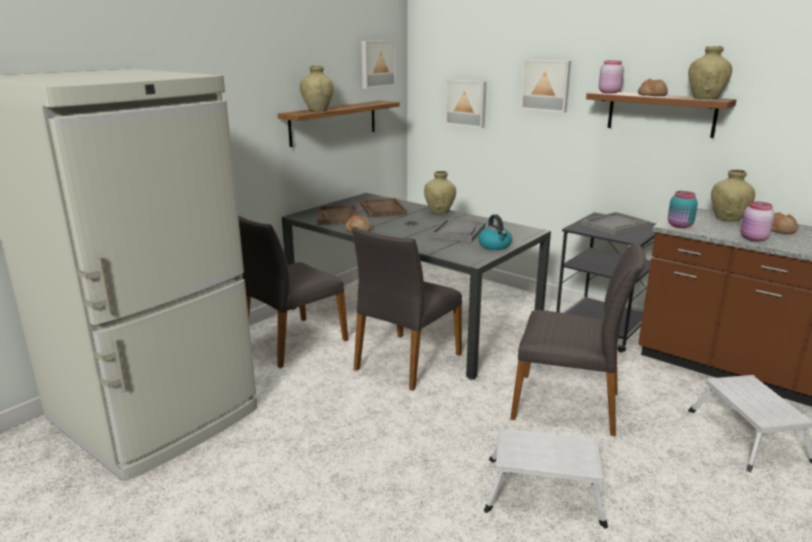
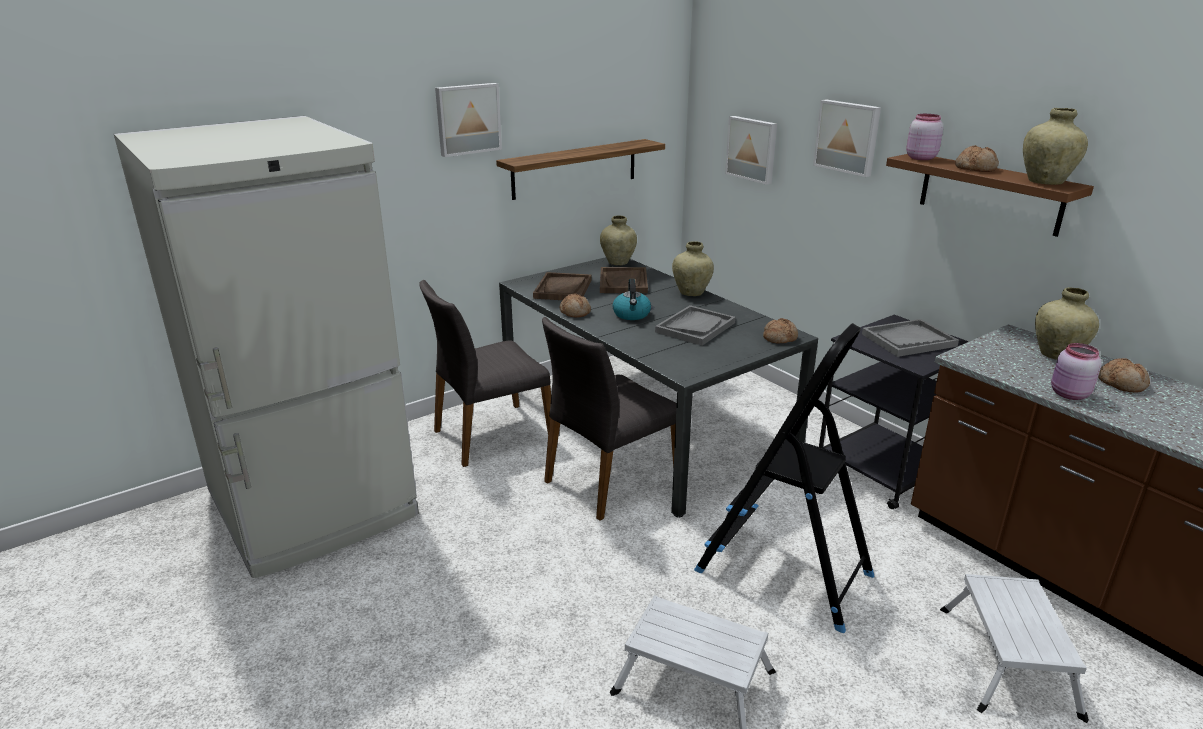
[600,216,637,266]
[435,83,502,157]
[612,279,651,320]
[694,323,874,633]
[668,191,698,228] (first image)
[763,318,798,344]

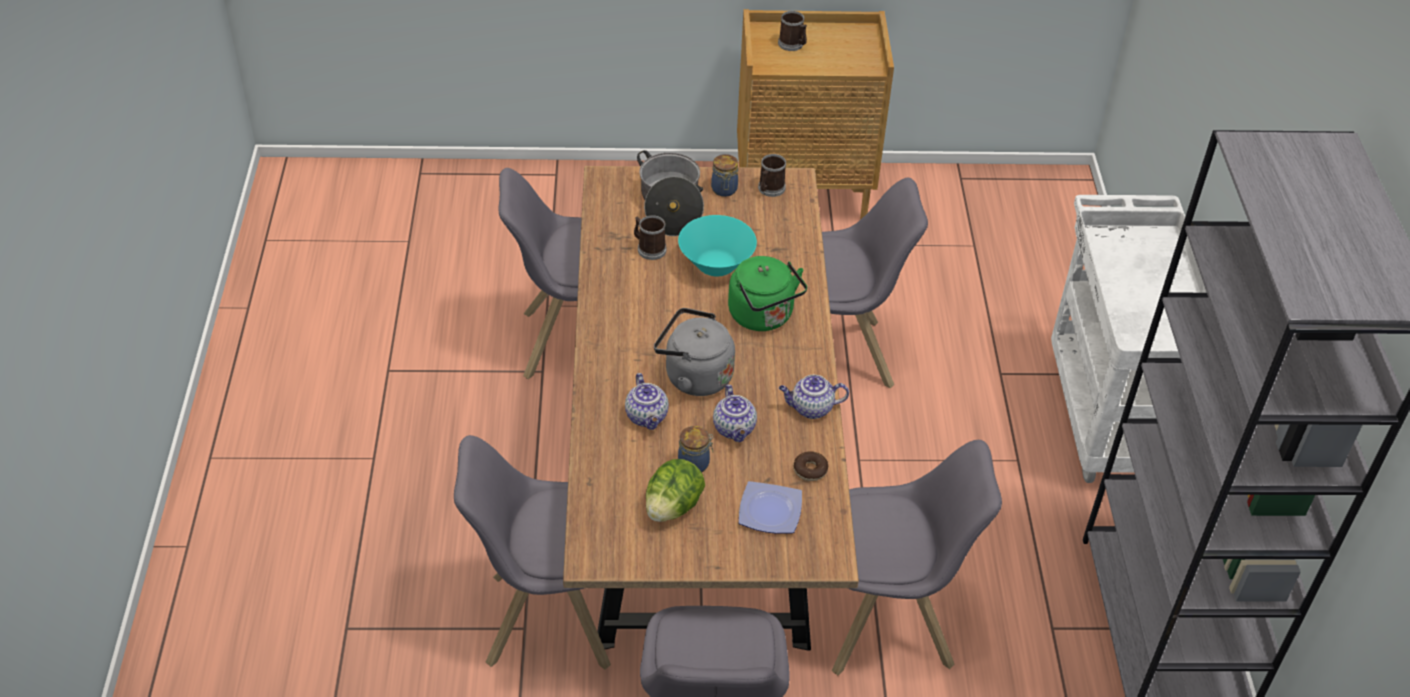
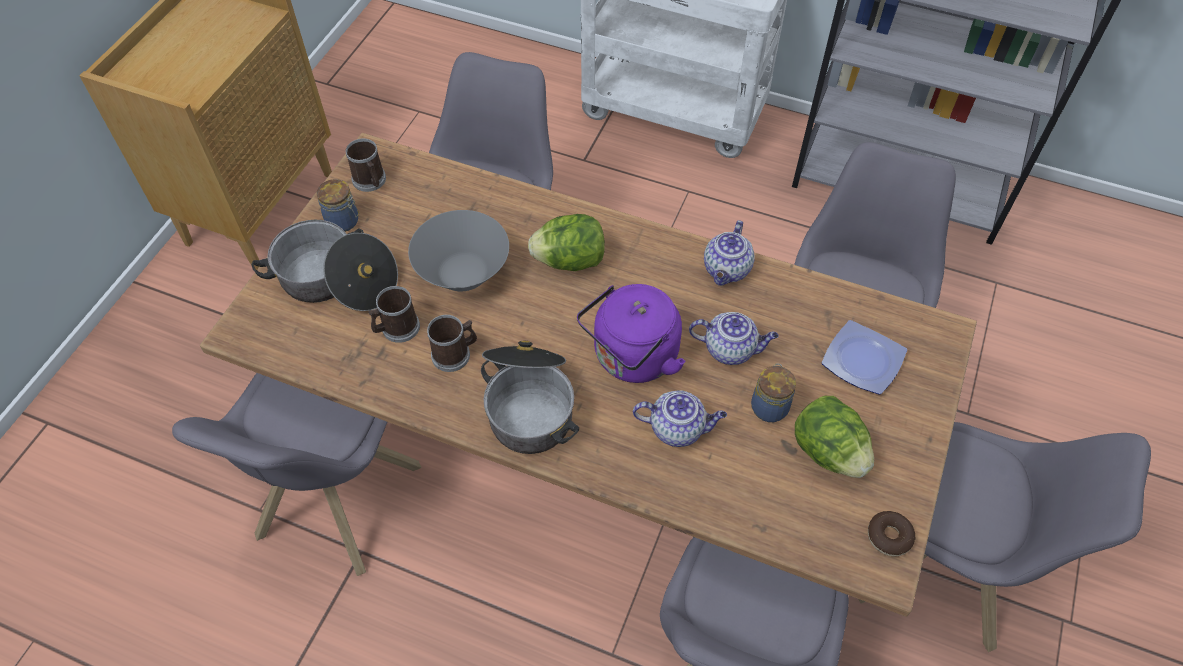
[577,284,685,383]
[408,210,509,291]
[528,214,605,271]
[427,315,477,372]
[868,511,915,556]
[481,341,579,454]

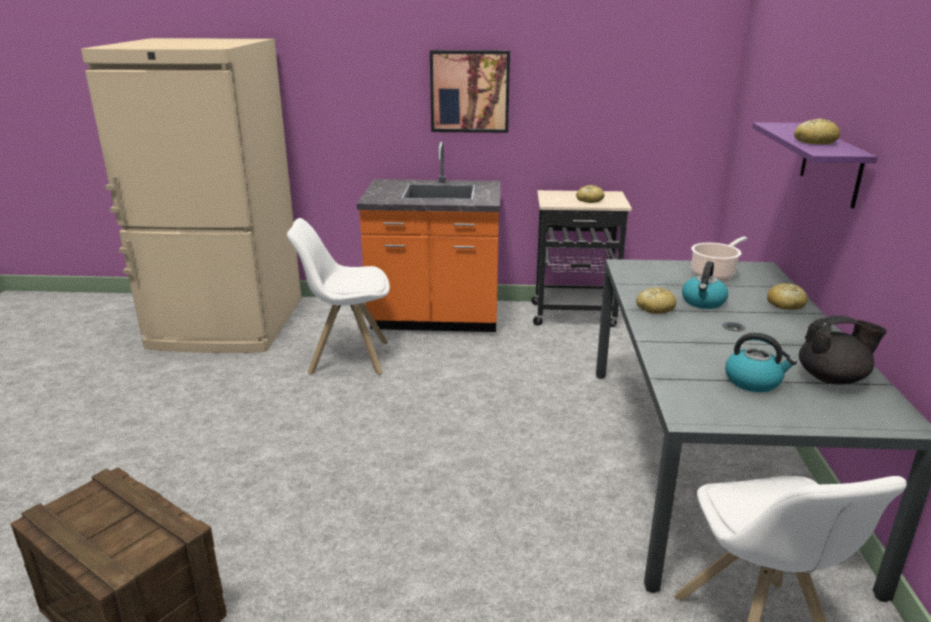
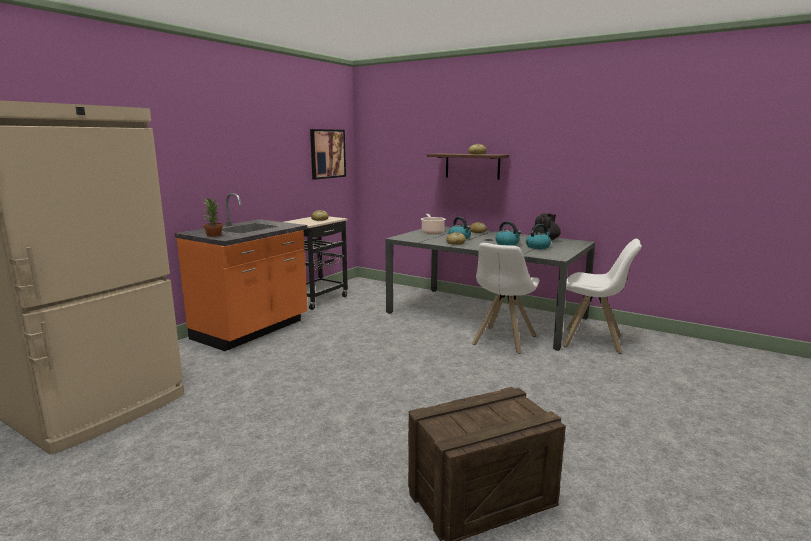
[472,243,540,354]
[310,129,346,180]
[427,153,509,180]
[203,198,223,237]
[495,221,521,246]

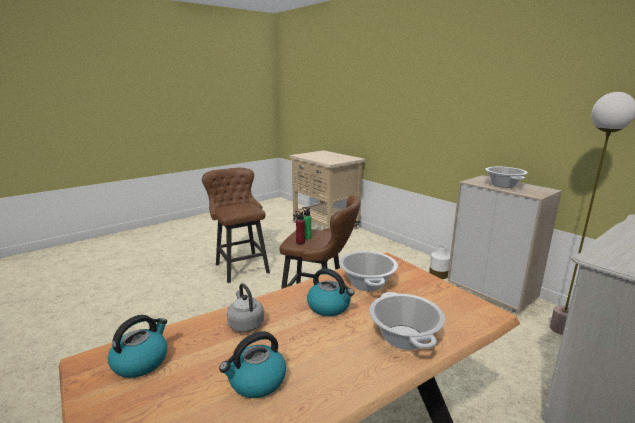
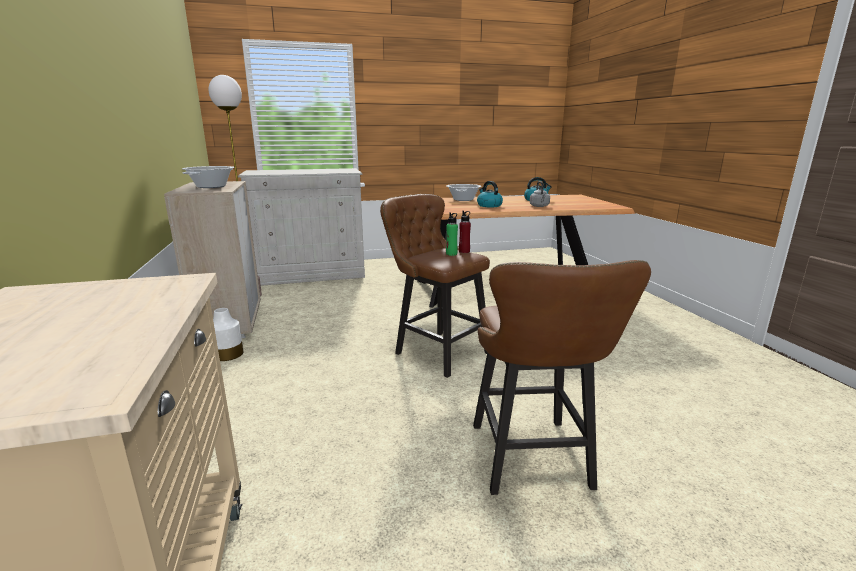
[108,315,167,378] (first image)
[339,251,398,291] (first image)

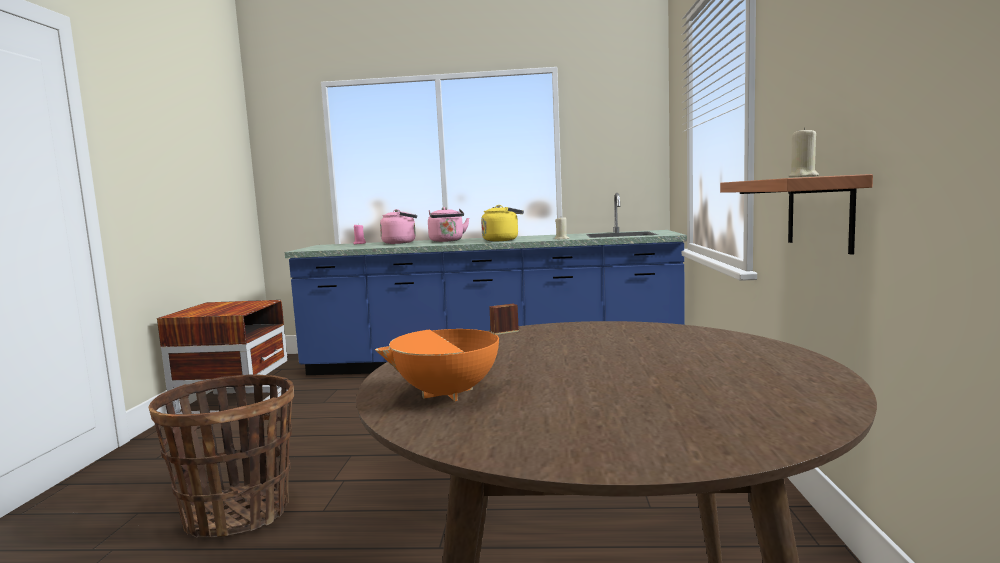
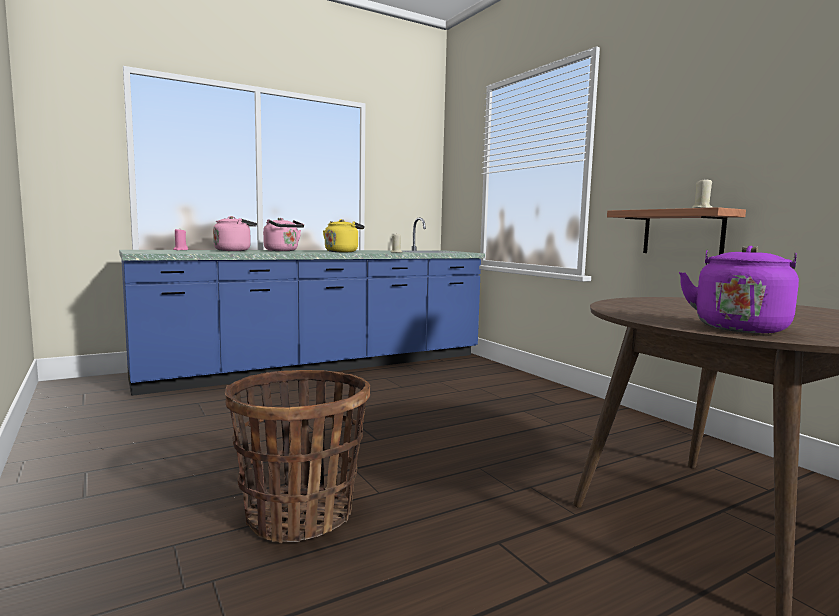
[157,300,288,414] (first image)
[679,246,799,333]

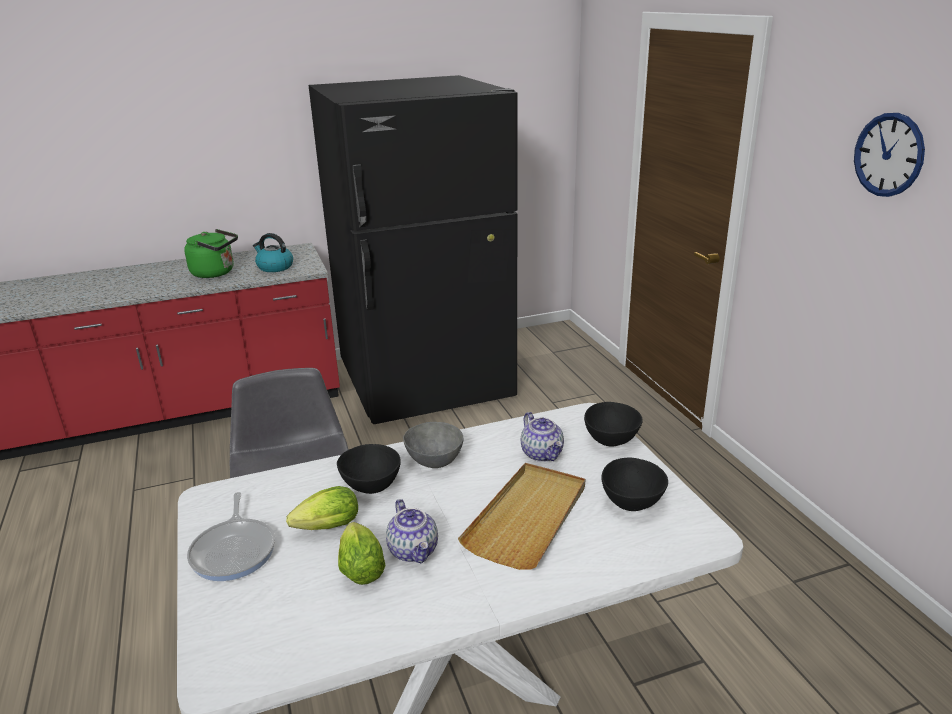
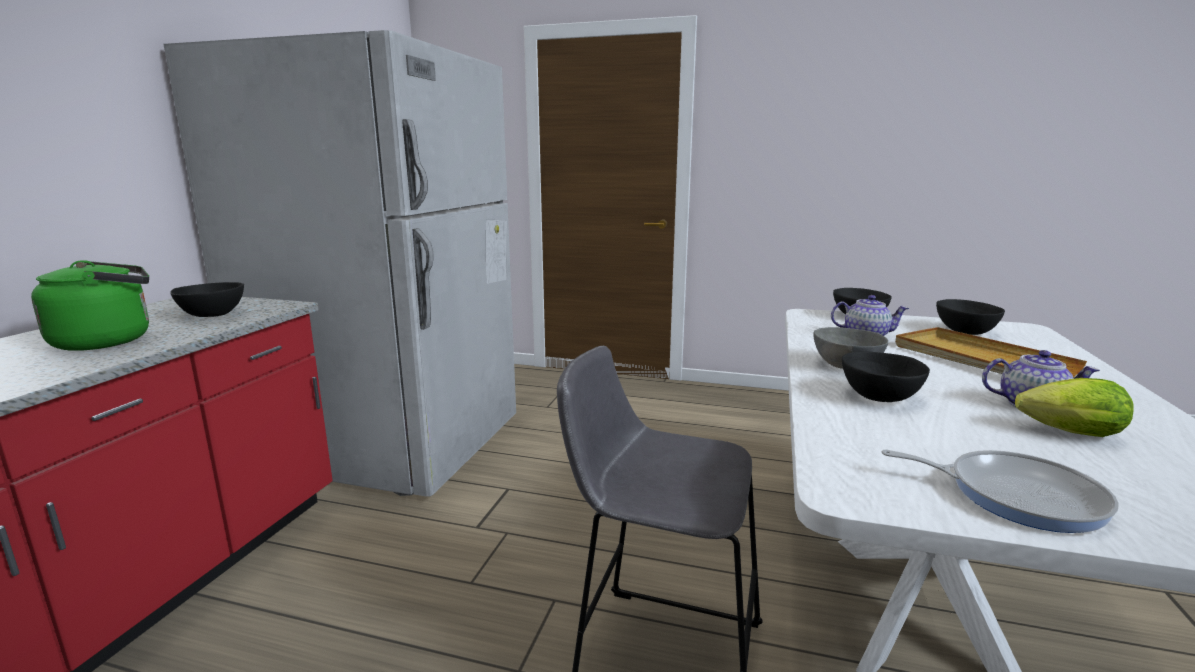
[170,282,244,317]
[286,486,358,530] (first image)
[163,30,516,497]
[854,113,925,197] (first image)

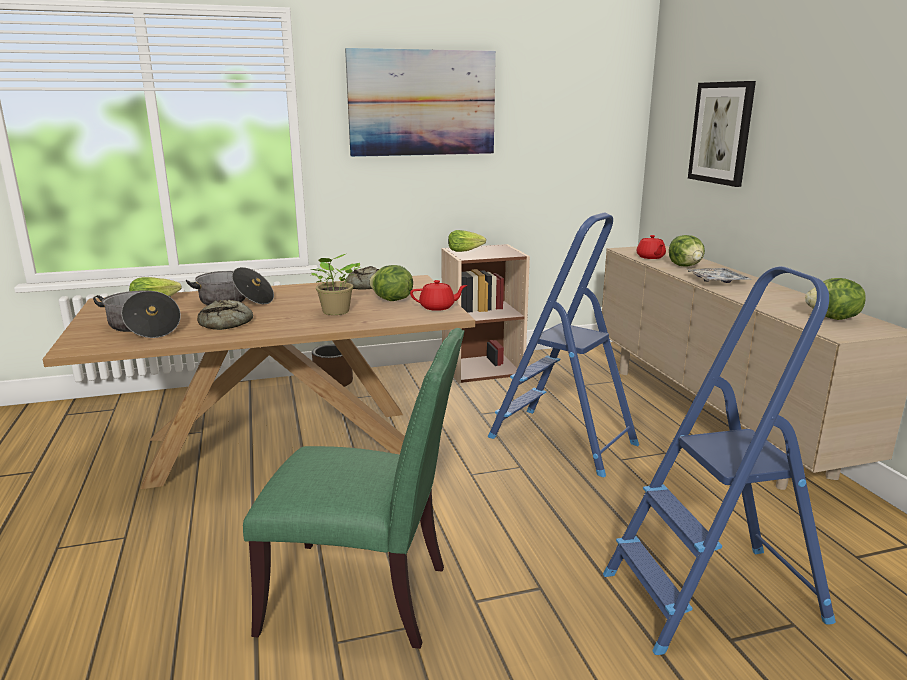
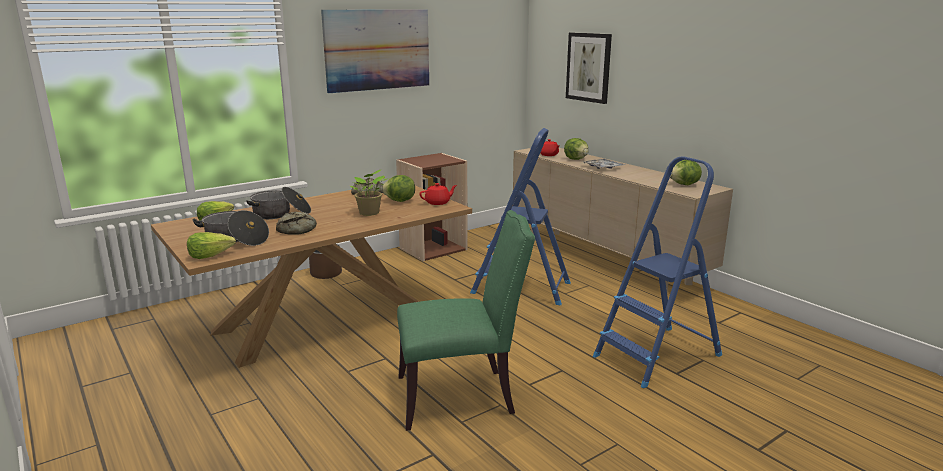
[187,232,236,259]

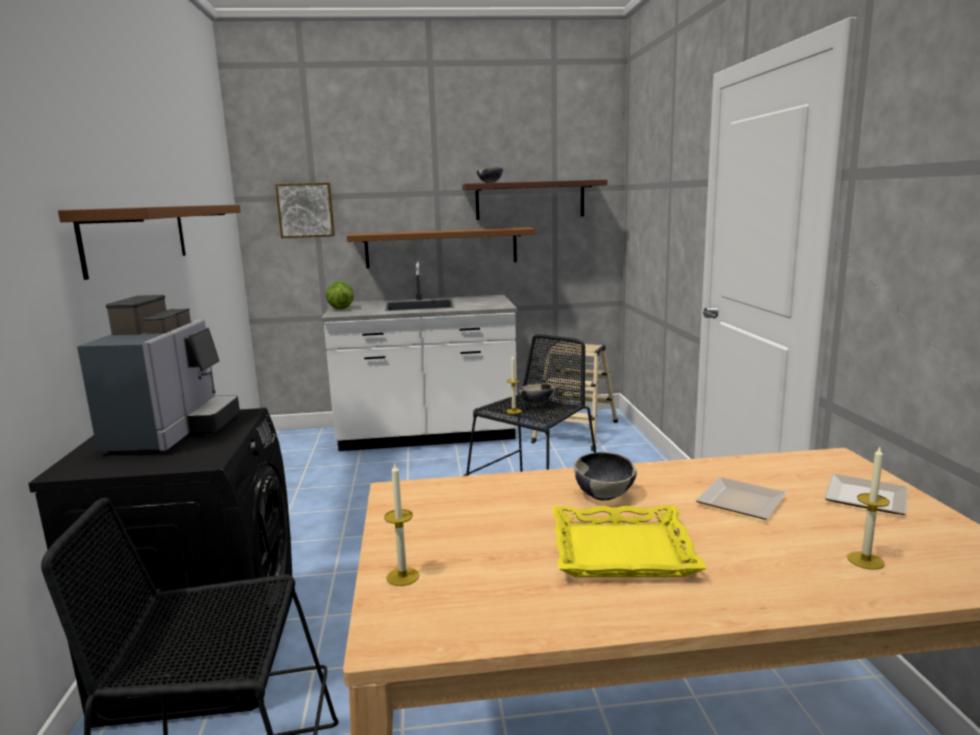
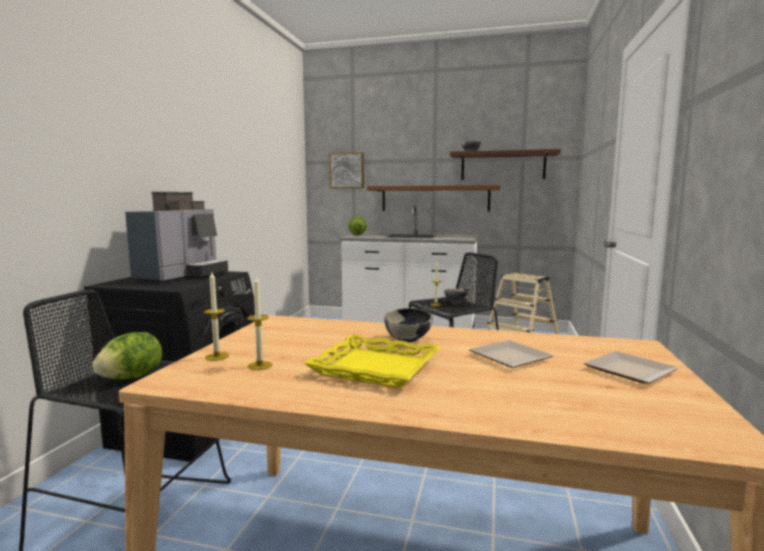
[58,205,241,280] (first image)
[247,276,273,370]
[92,332,162,380]

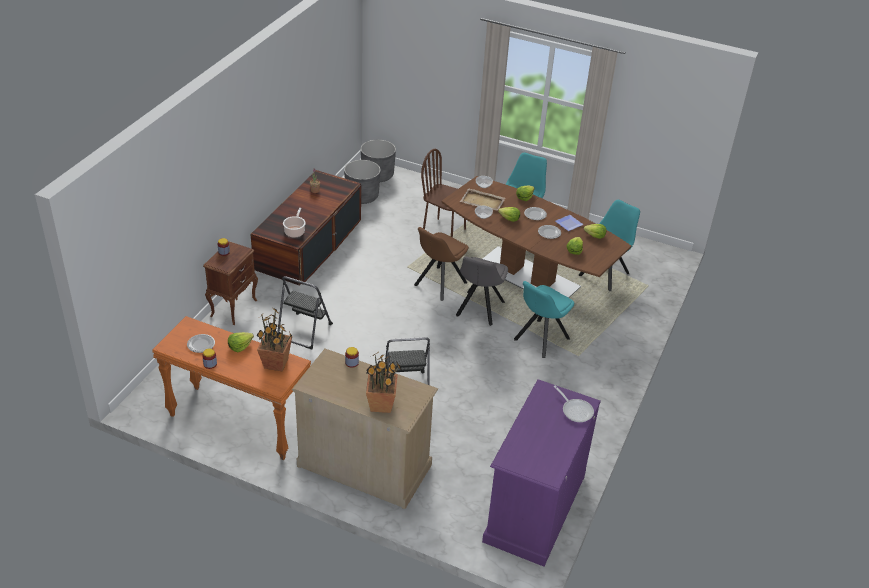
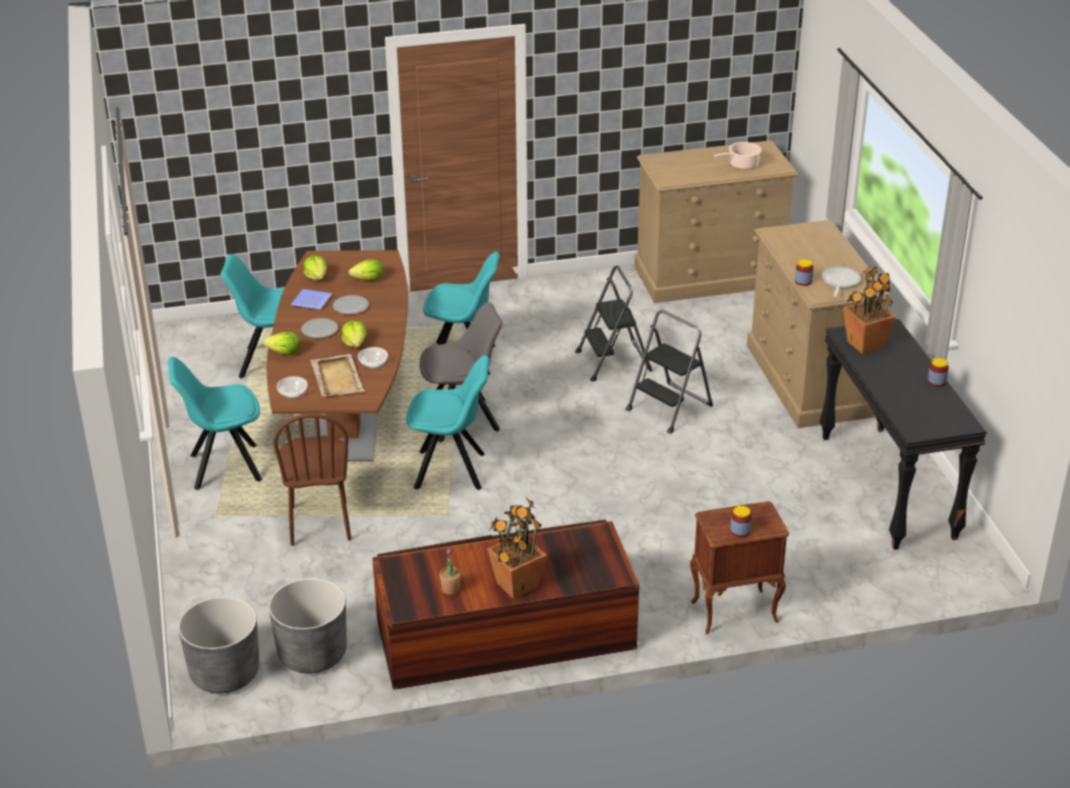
[820,319,987,550]
[187,334,215,353] (first image)
[228,332,254,352] (first image)
[575,265,652,382]
[714,142,761,170]
[487,498,547,599]
[406,355,489,490]
[634,140,799,303]
[822,267,861,297]

